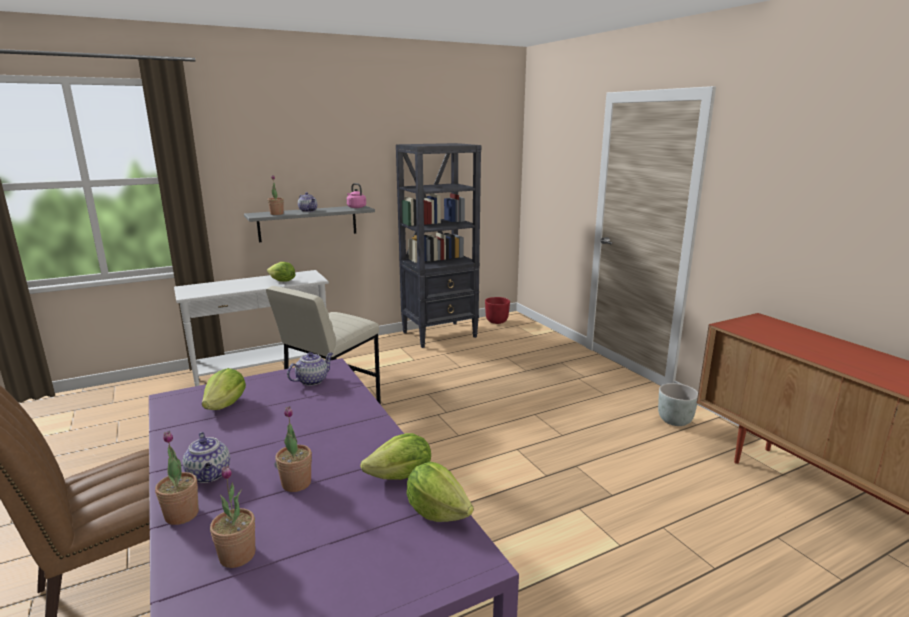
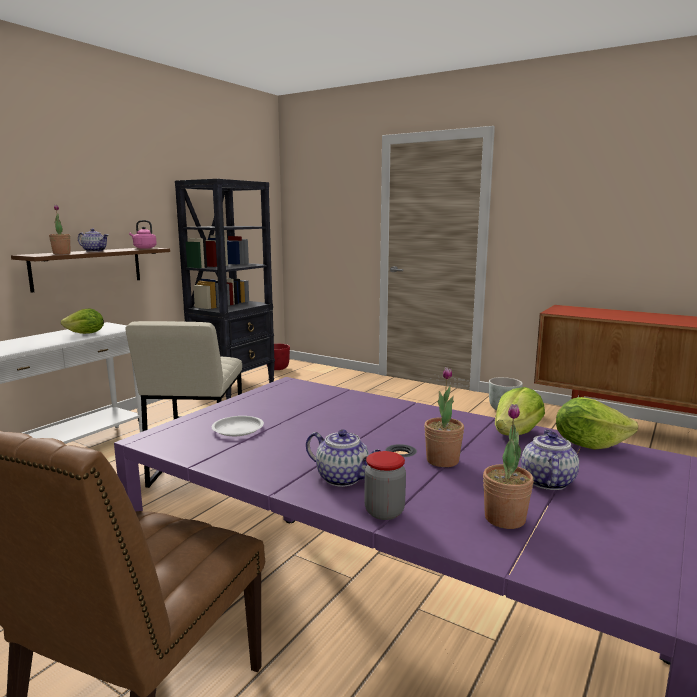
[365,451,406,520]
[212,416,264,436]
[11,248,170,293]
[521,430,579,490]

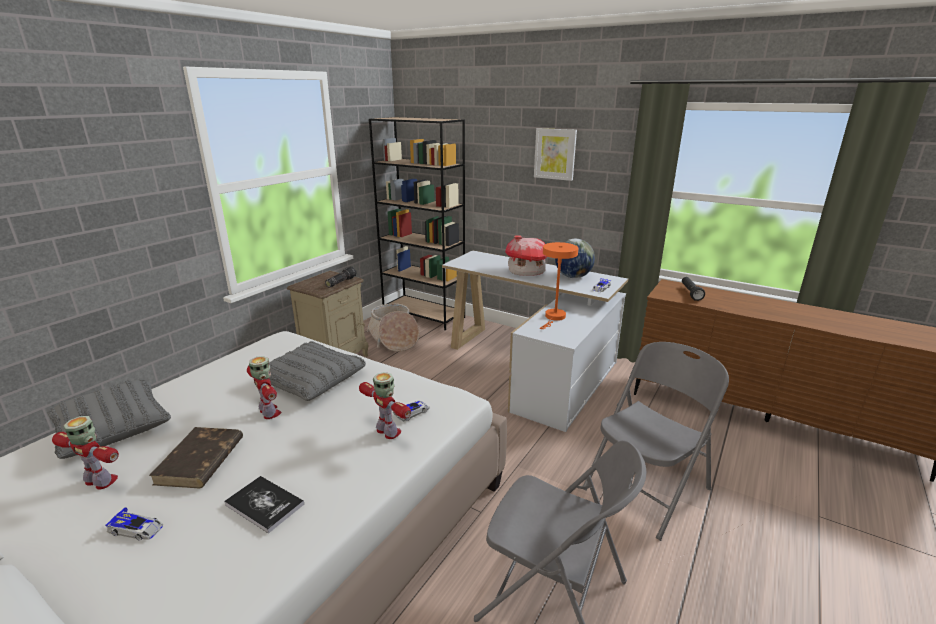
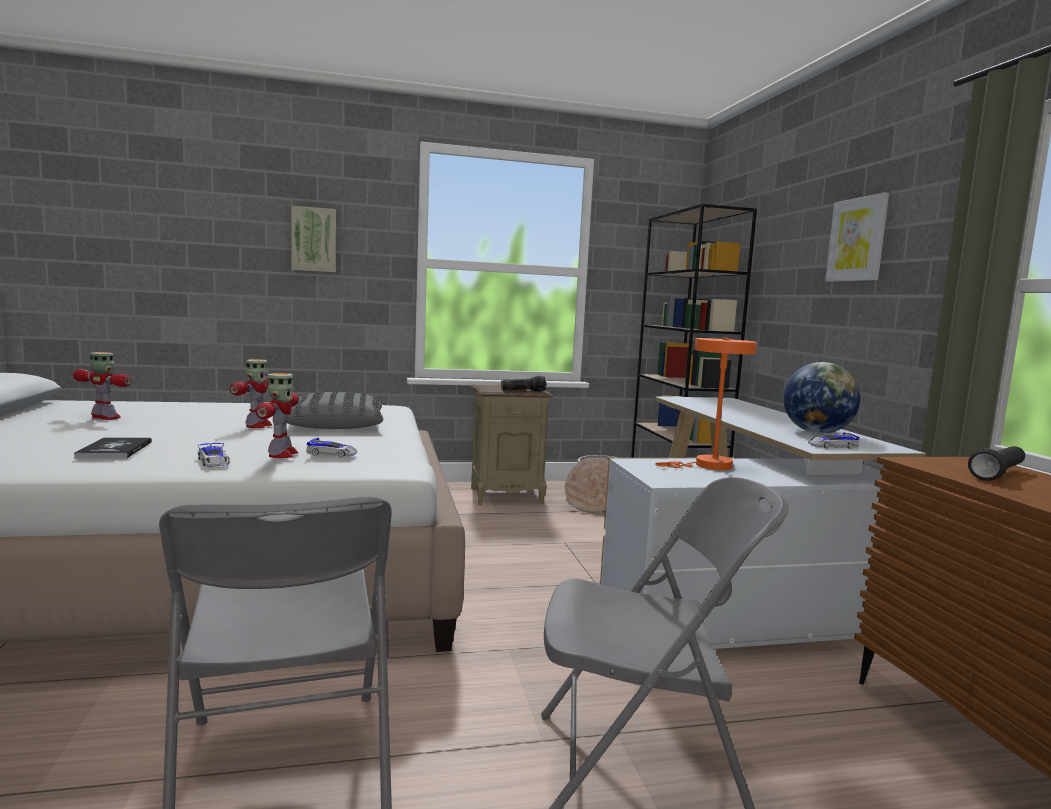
[47,378,171,459] (first image)
[73,352,132,420]
[198,443,229,467]
[149,427,243,488] (first image)
[505,235,547,276] (first image)
[291,206,336,272]

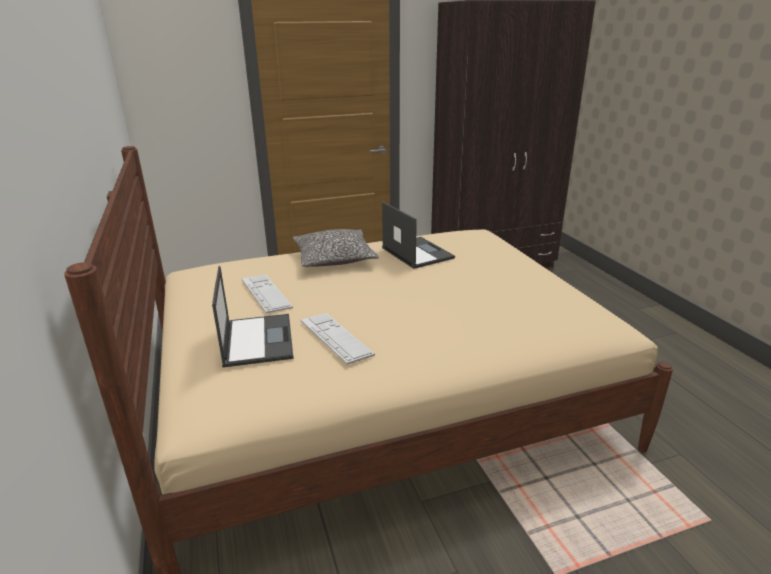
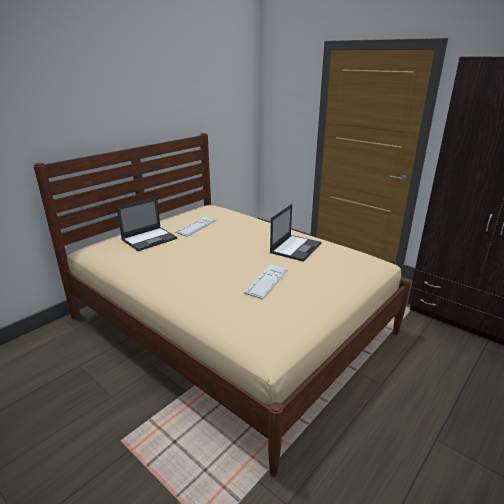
[293,229,379,267] (first image)
[244,264,288,299]

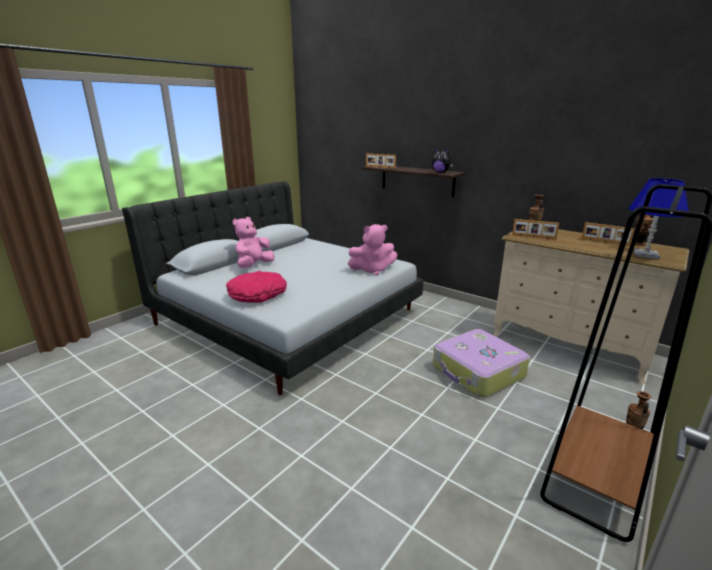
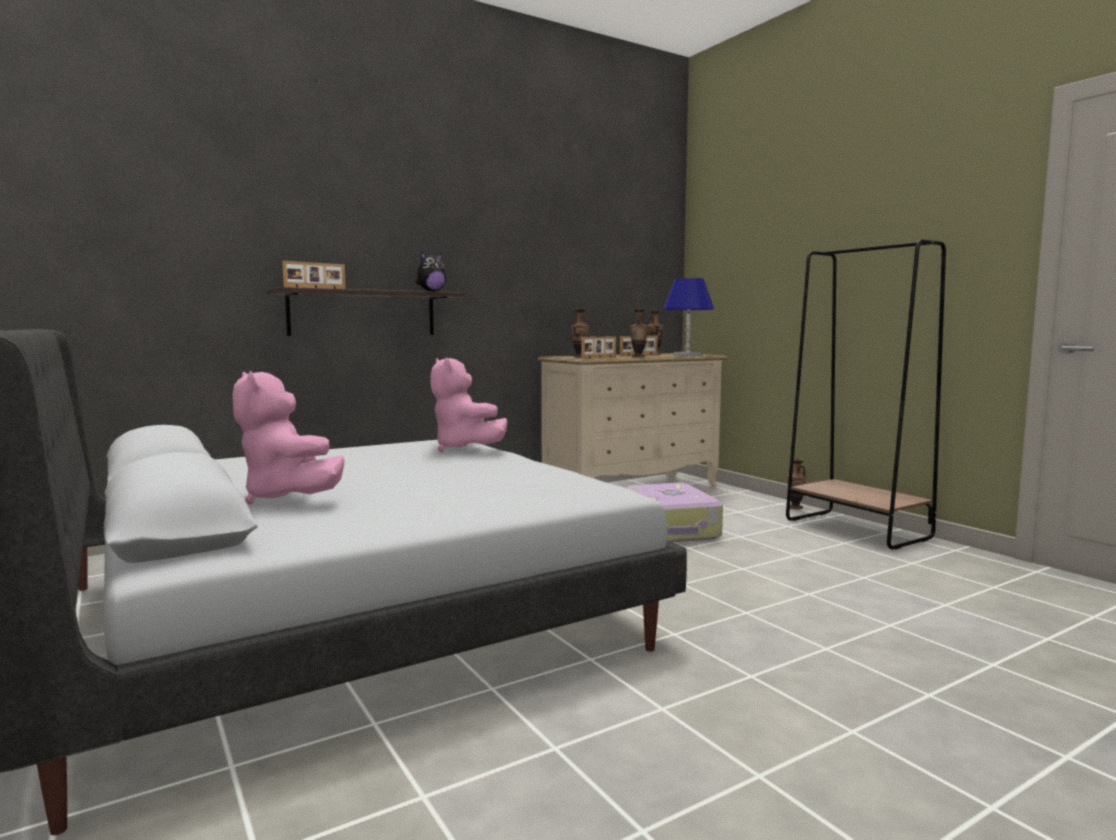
[226,271,287,303] (first image)
[430,358,508,452]
[630,309,648,357]

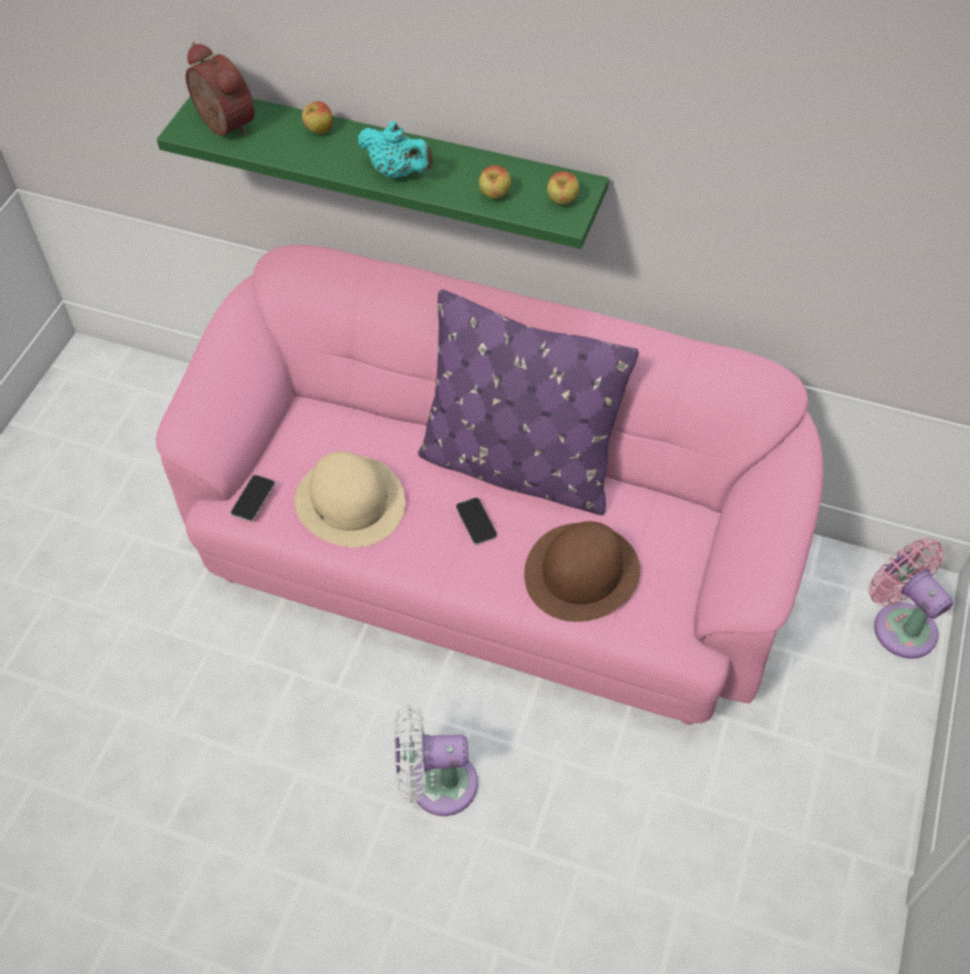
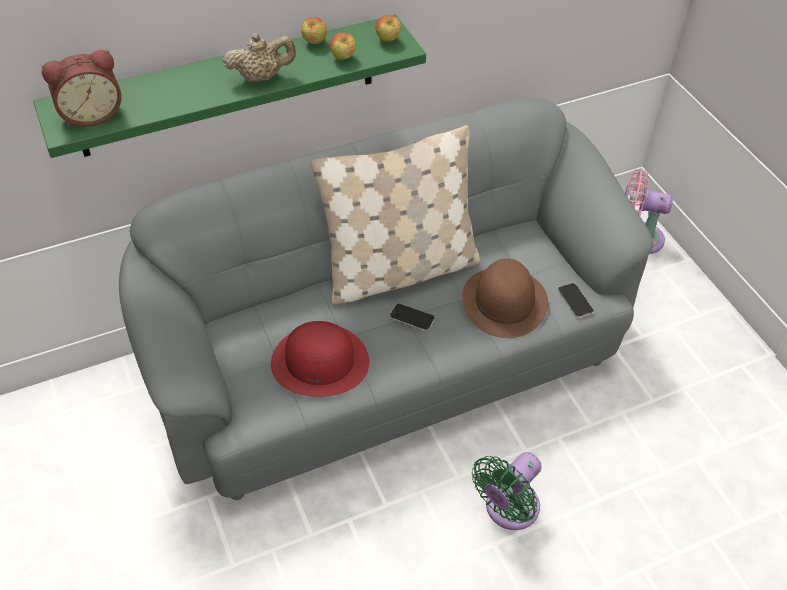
[119,98,653,500]
[42,50,122,127]
[558,283,594,318]
[271,321,369,397]
[301,17,327,44]
[223,33,296,82]
[472,452,542,530]
[311,125,480,305]

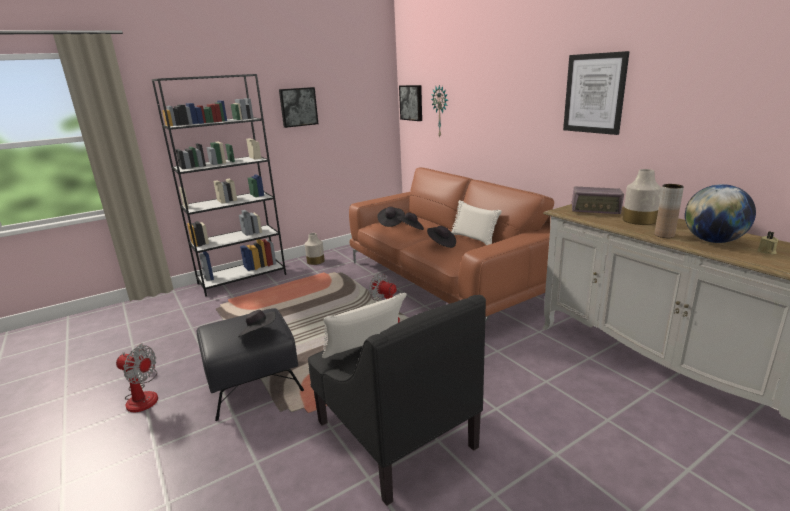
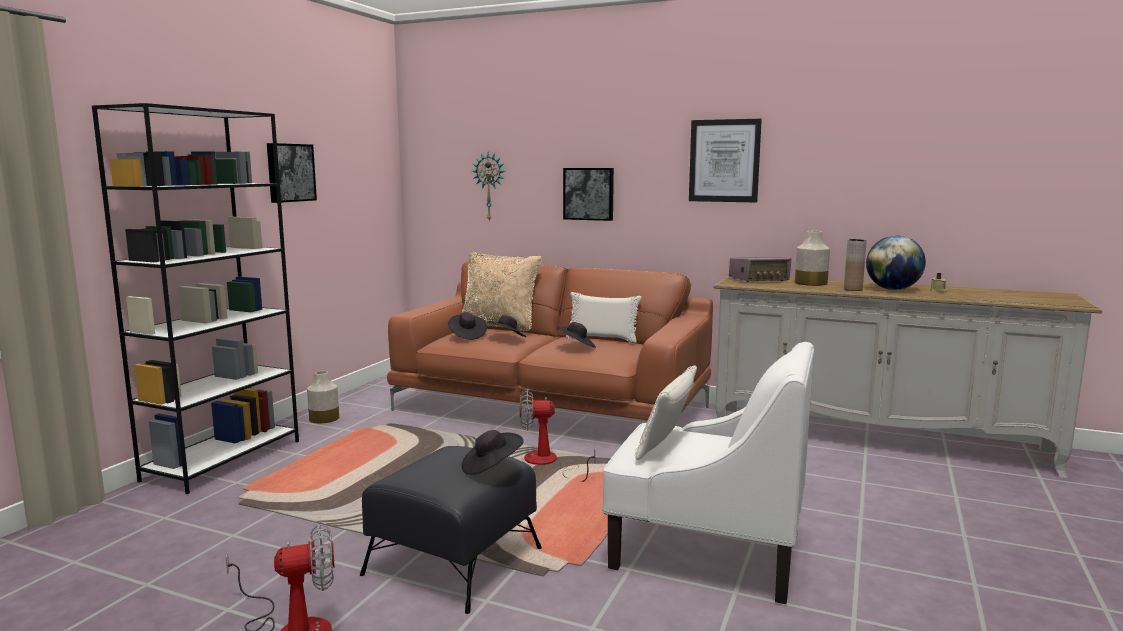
[602,342,814,604]
[563,168,614,221]
[462,252,542,331]

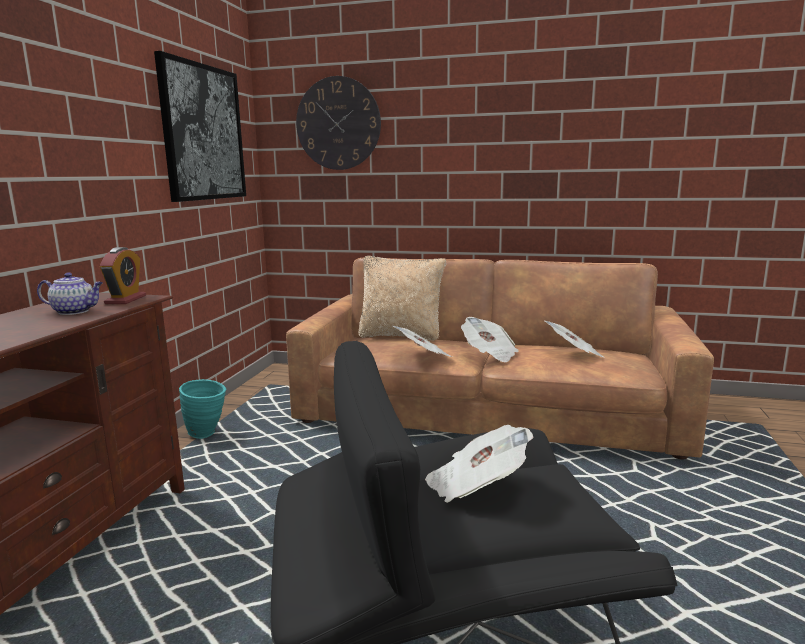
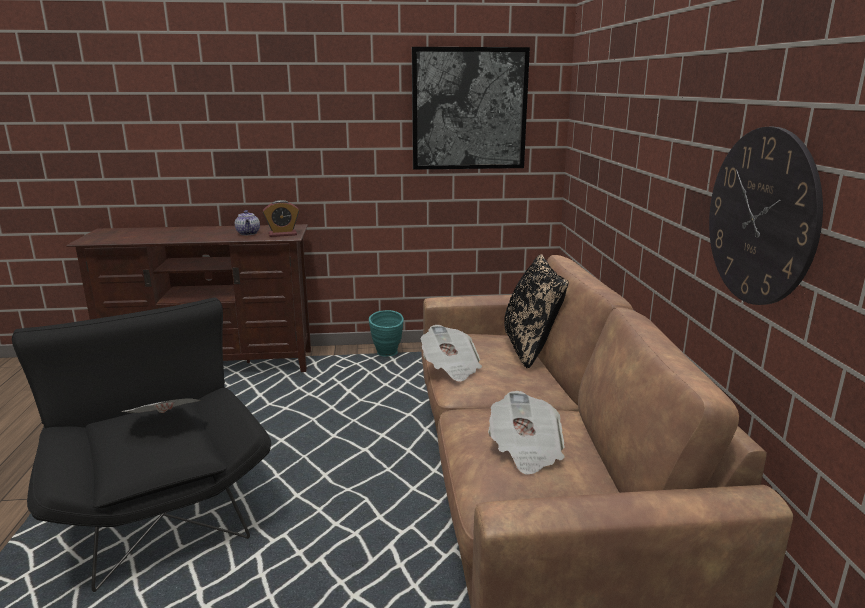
[709,127,823,305]
[504,254,568,368]
[461,317,519,362] (first image)

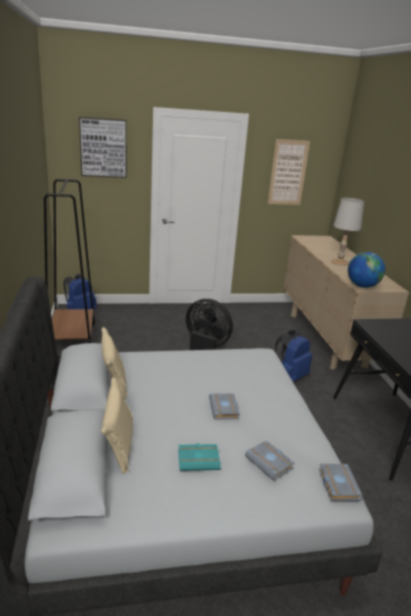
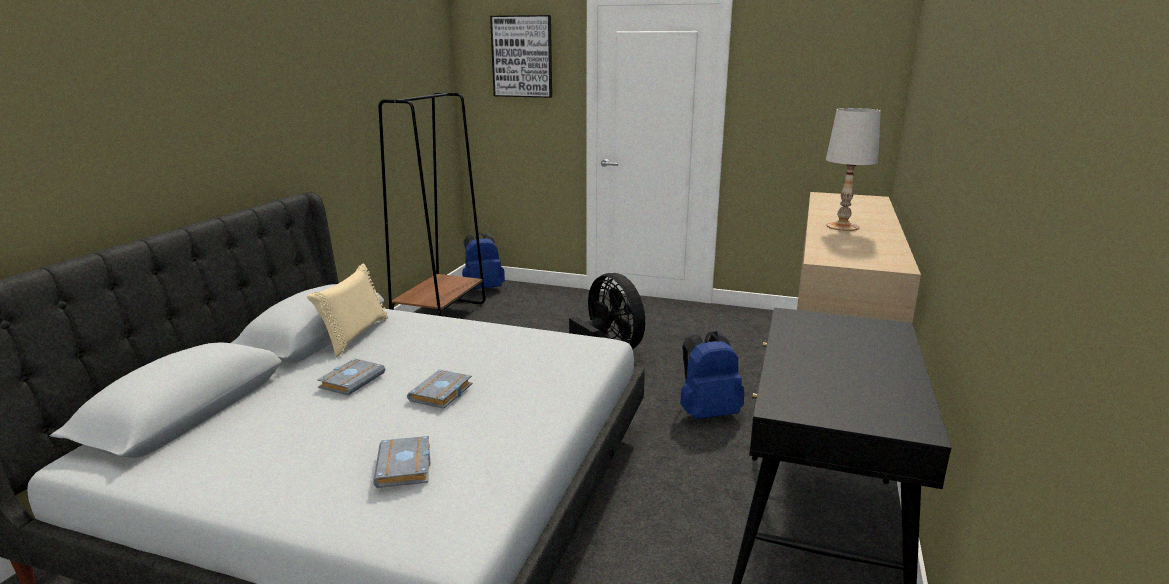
[101,377,133,474] (first image)
[178,444,221,471] (first image)
[268,139,310,205] (first image)
[317,358,385,395]
[348,252,385,288] (first image)

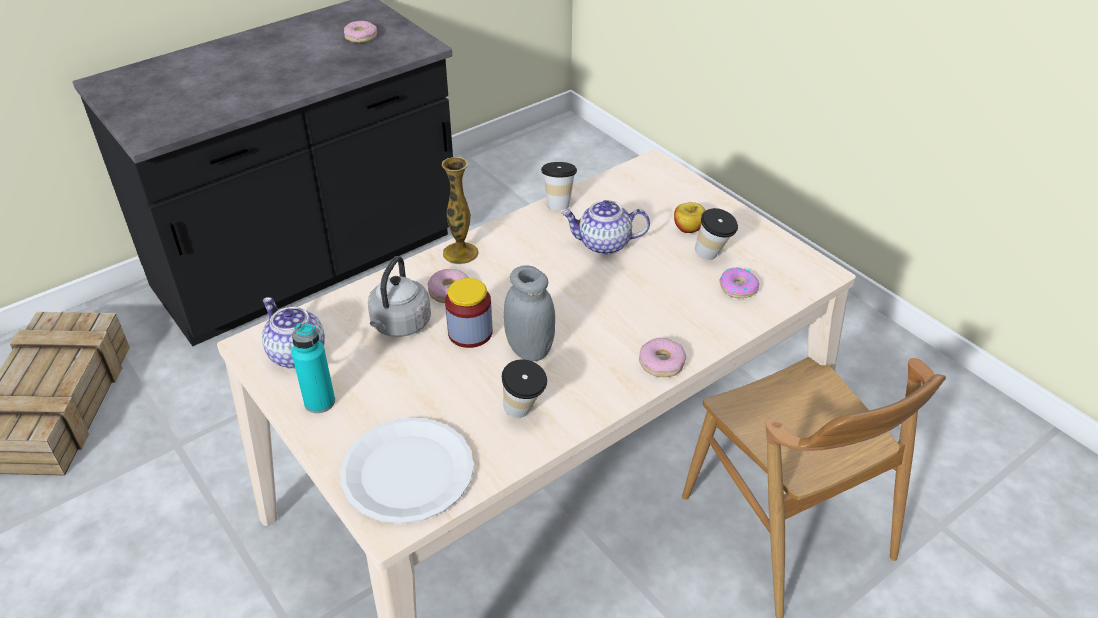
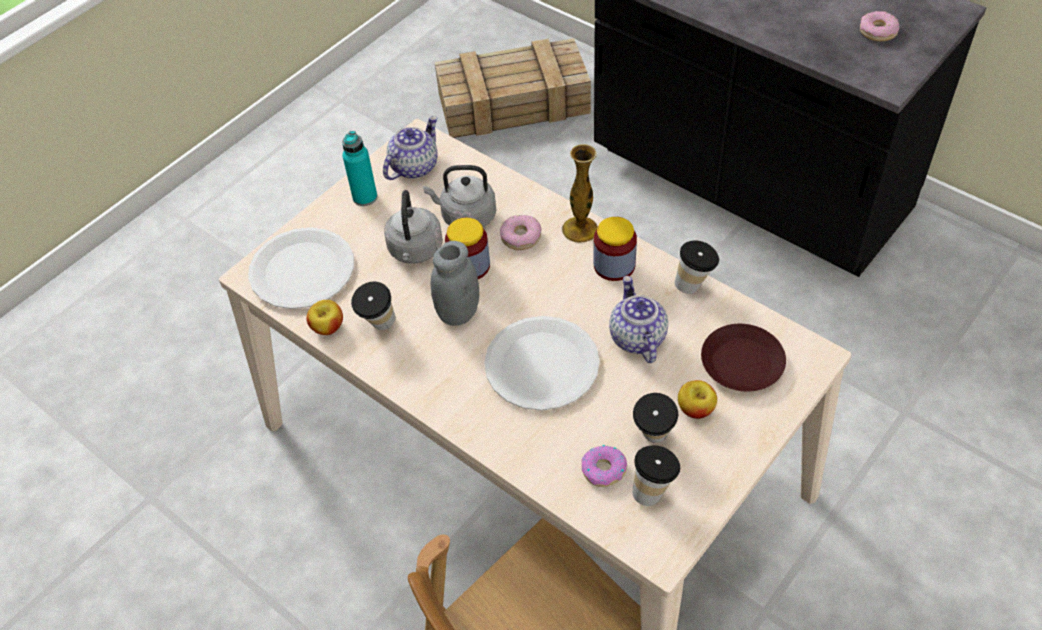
[639,338,686,377] (first image)
[306,300,343,335]
[384,190,443,264]
[484,316,600,411]
[593,217,637,281]
[632,445,680,506]
[701,324,786,392]

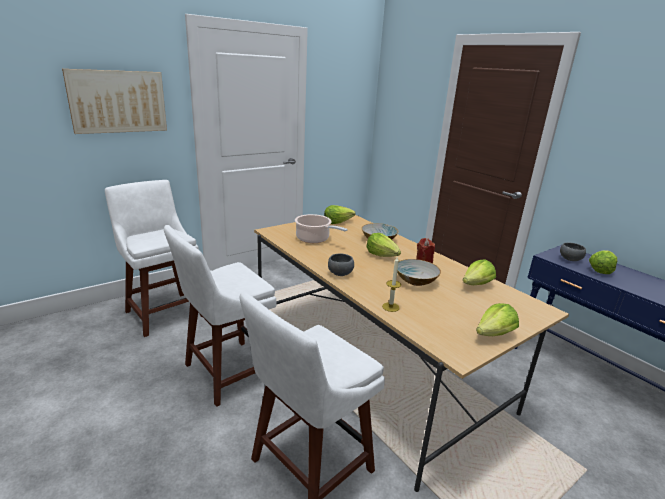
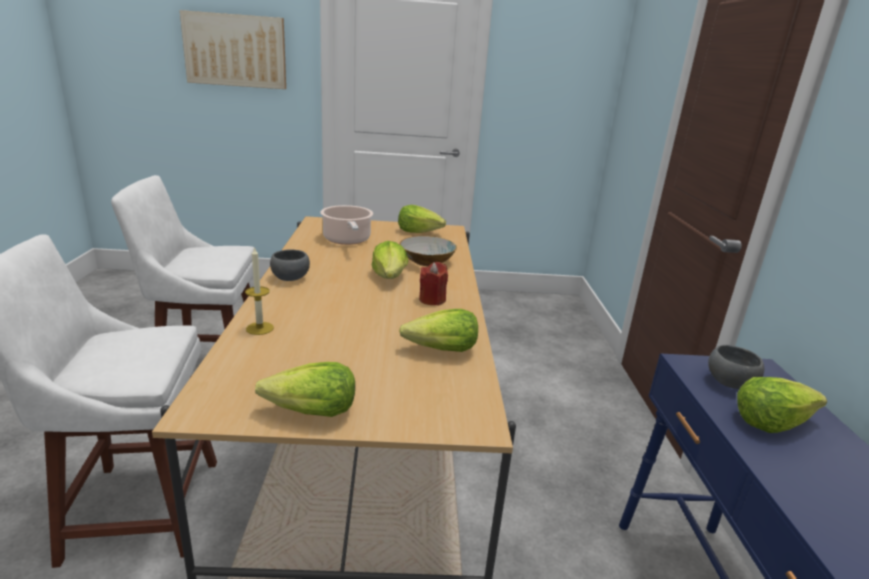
[105,180,202,337] (first image)
[397,259,441,286] (first image)

